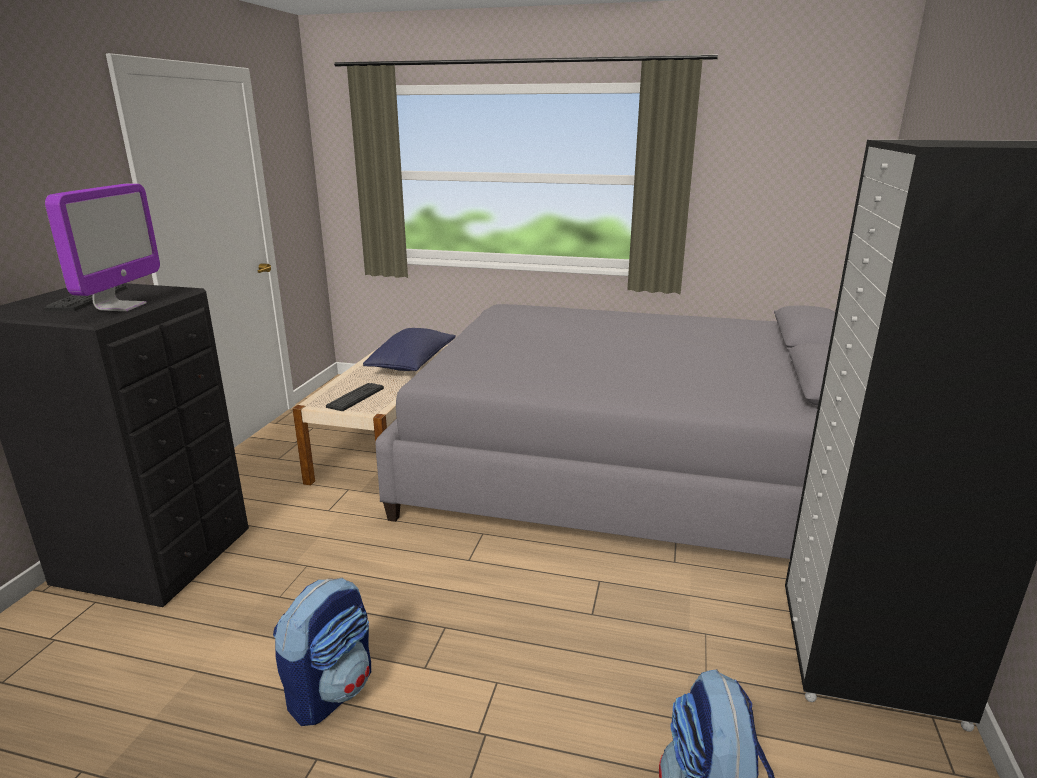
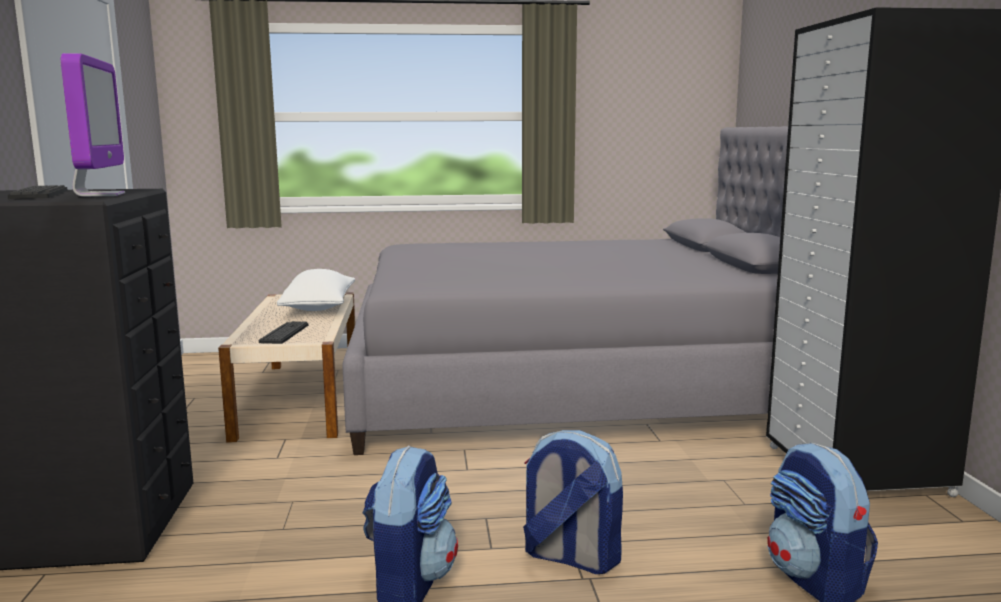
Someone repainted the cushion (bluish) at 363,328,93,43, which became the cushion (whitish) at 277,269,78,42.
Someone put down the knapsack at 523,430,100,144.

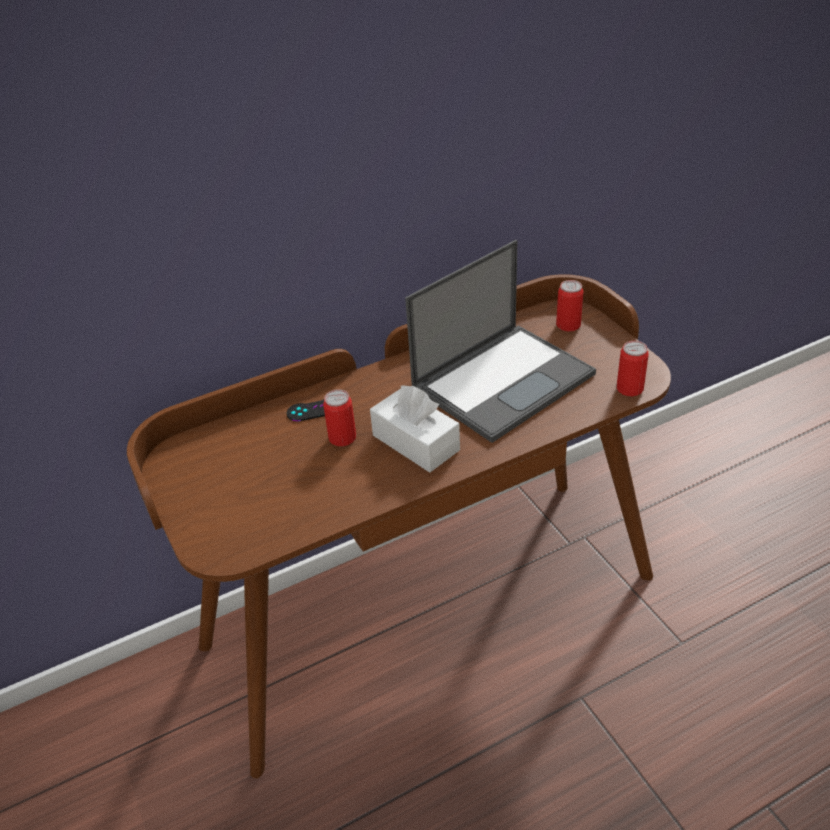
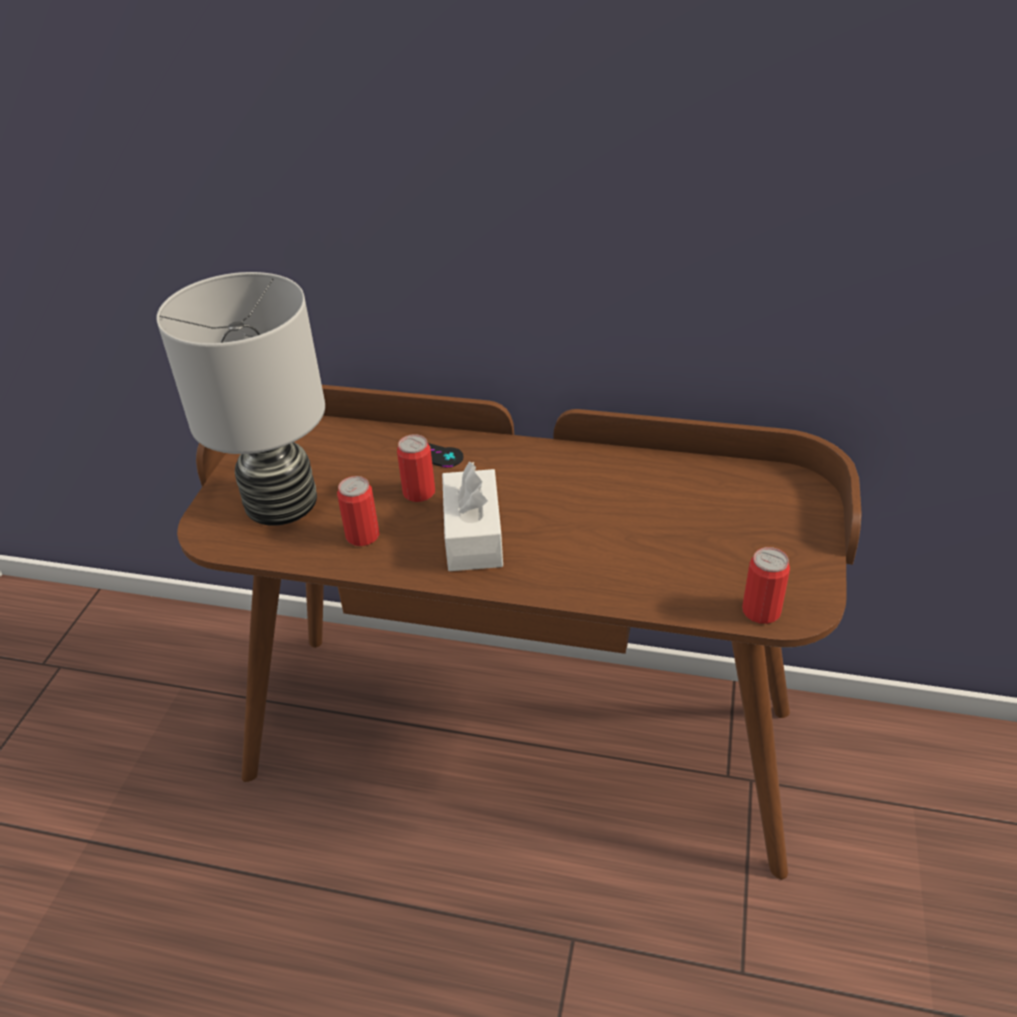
Someone took away the notebook computer at 405,240,191,203.
Someone carried the sealed can from 556,280,28,52 to 337,476,43,70.
Someone put down the table lamp (grey) at 156,272,169,254.

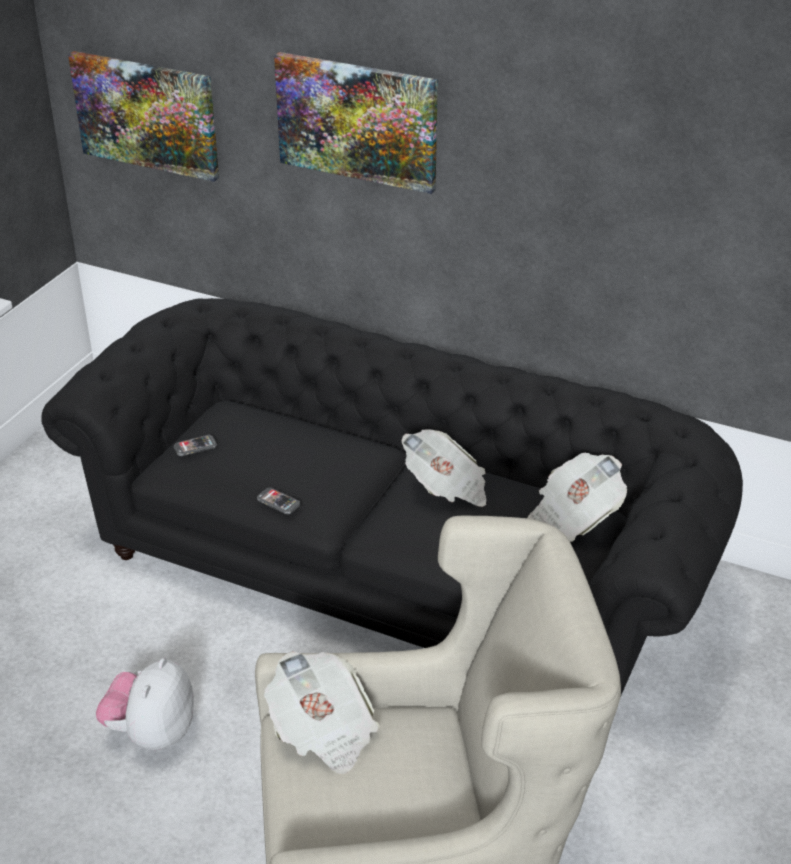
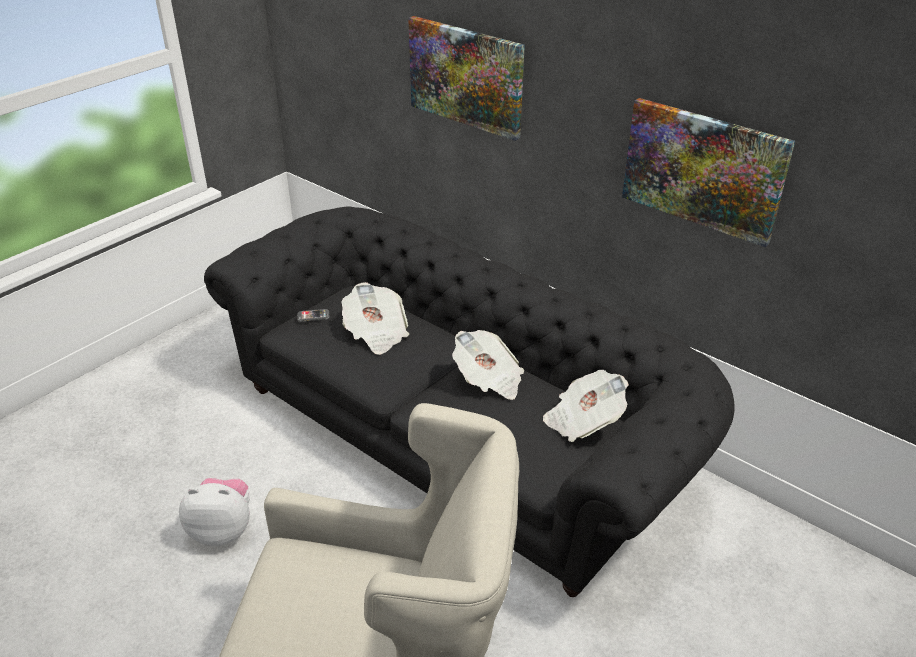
Someone carried the picture from 68,51,151,131 to 622,98,173,149.
Someone took away the handset at 257,488,43,26.
Someone carried the daily paper from 264,651,115,123 to 342,282,67,73.
Someone rotated the plush toy at 96,658,98,92 by 60 degrees clockwise.

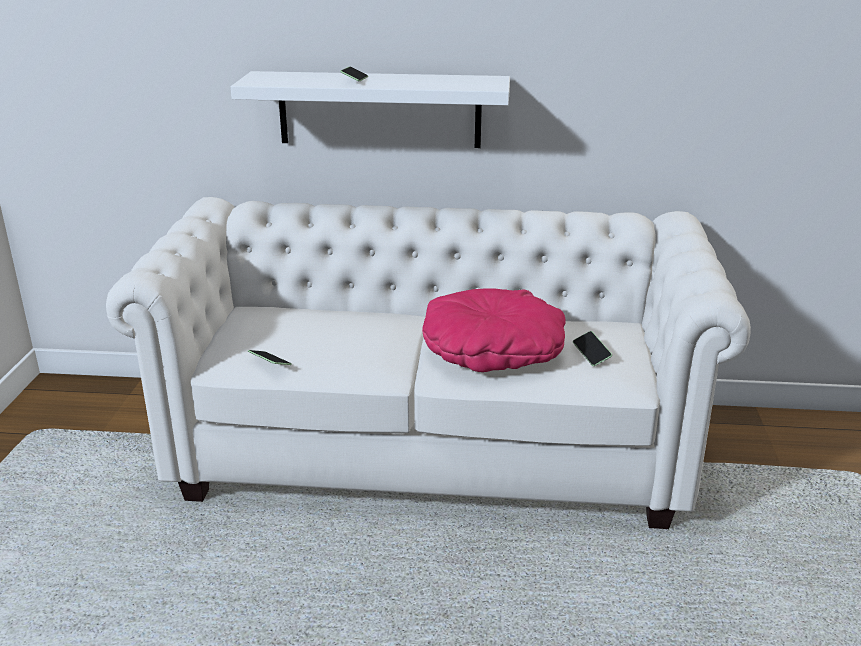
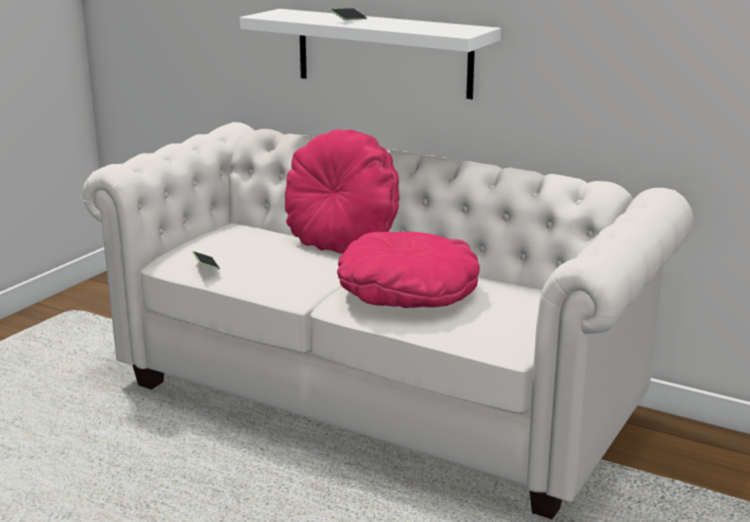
Someone took away the handset at 573,331,39,35.
Someone put down the cushion (pink) at 285,129,115,125.

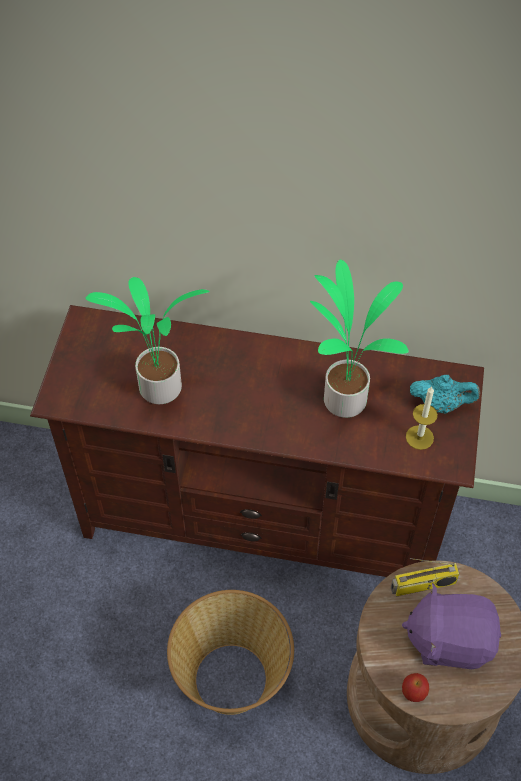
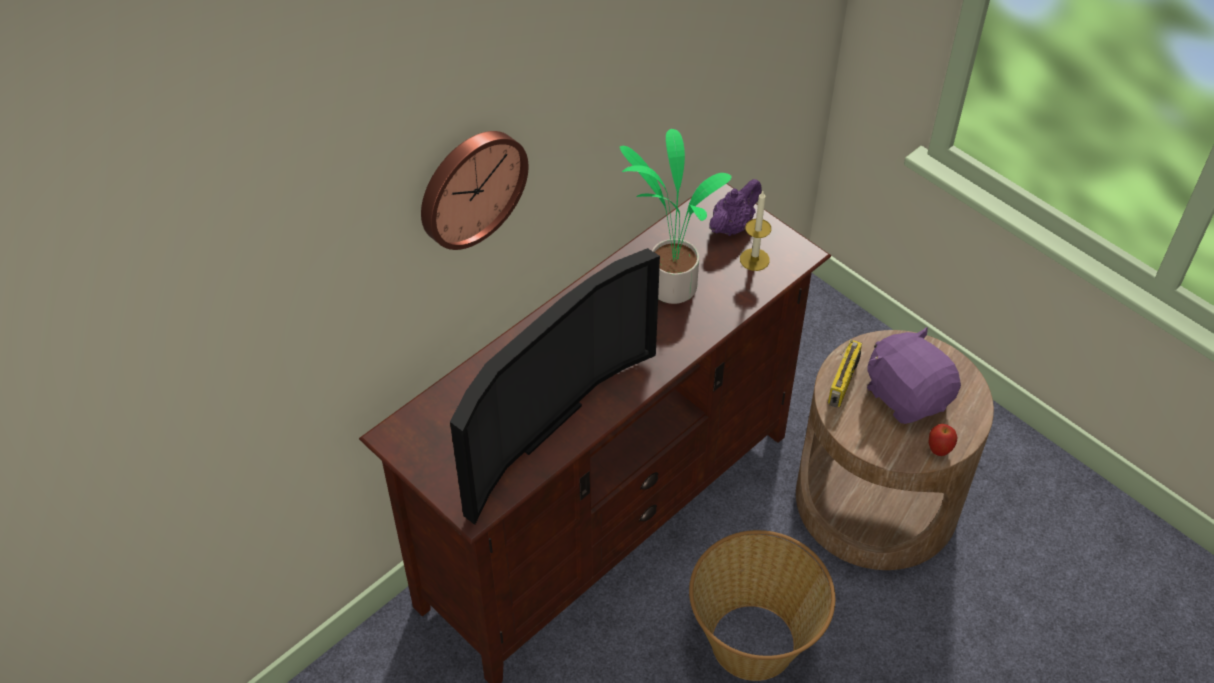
Someone swapped the potted plant at 85,277,125,127 for the TV set at 450,248,210,277.
Someone repainted the tea pot (turquoise-coloured) at 410,375,70,39, which became the tea pot (purple-coloured) at 709,179,53,57.
Someone rotated the plush toy (purple-coloured) at 402,583,99,86 by 105 degrees clockwise.
Someone put up the clock on the wall at 421,131,108,119.

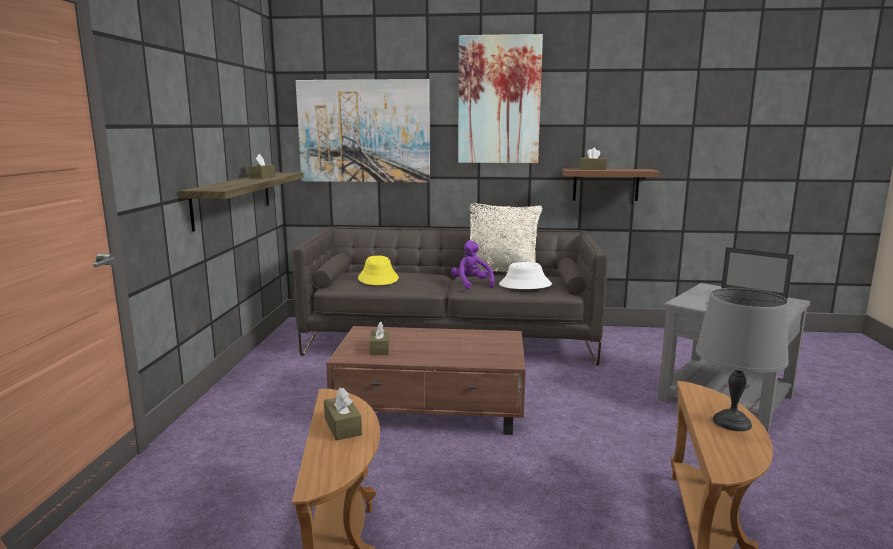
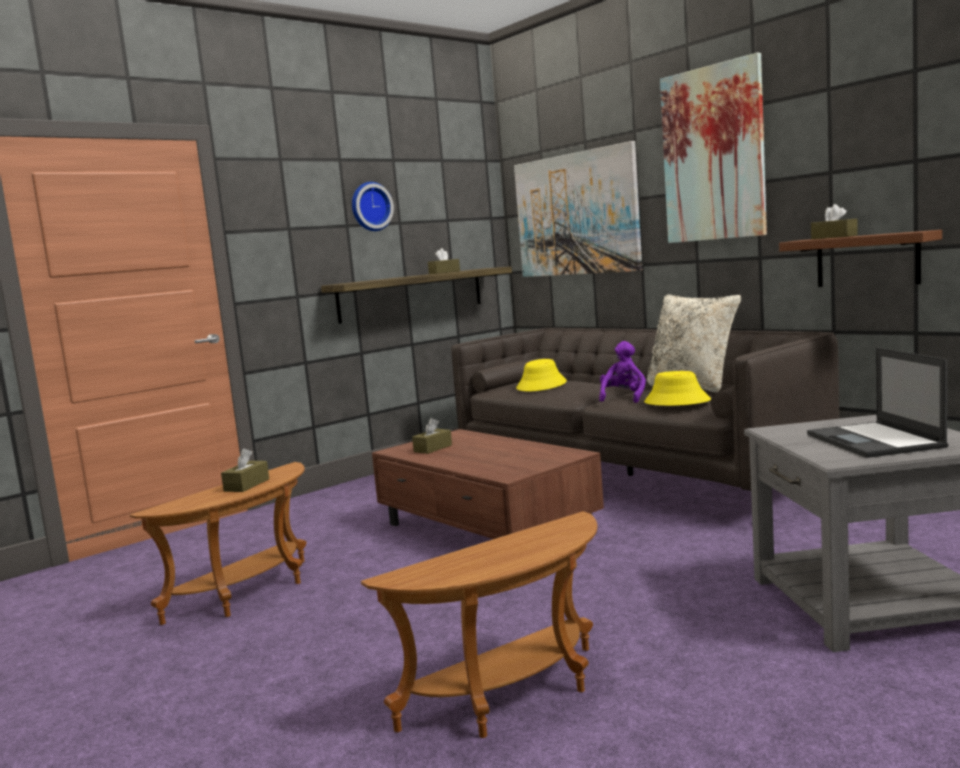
Someone repainted the wearable hat (whitish) at 499,262,53,27, which became the wearable hat (yellowish) at 644,371,67,35.
Someone took away the table lamp (grey) at 696,288,93,143.
Someone put up the clock on the wall at 352,182,42,49.

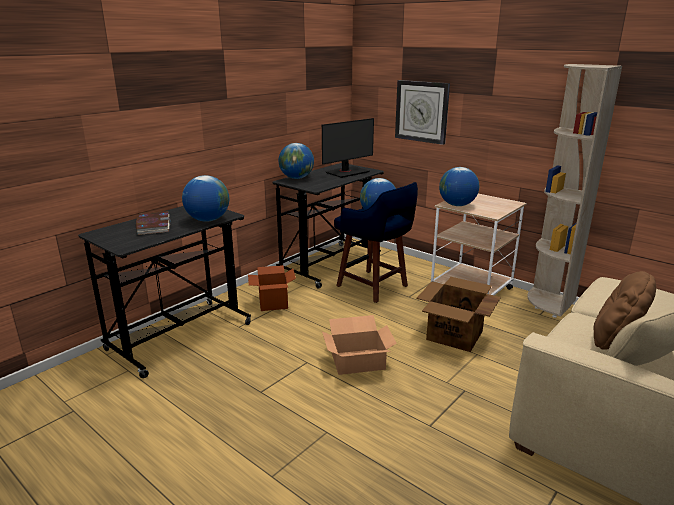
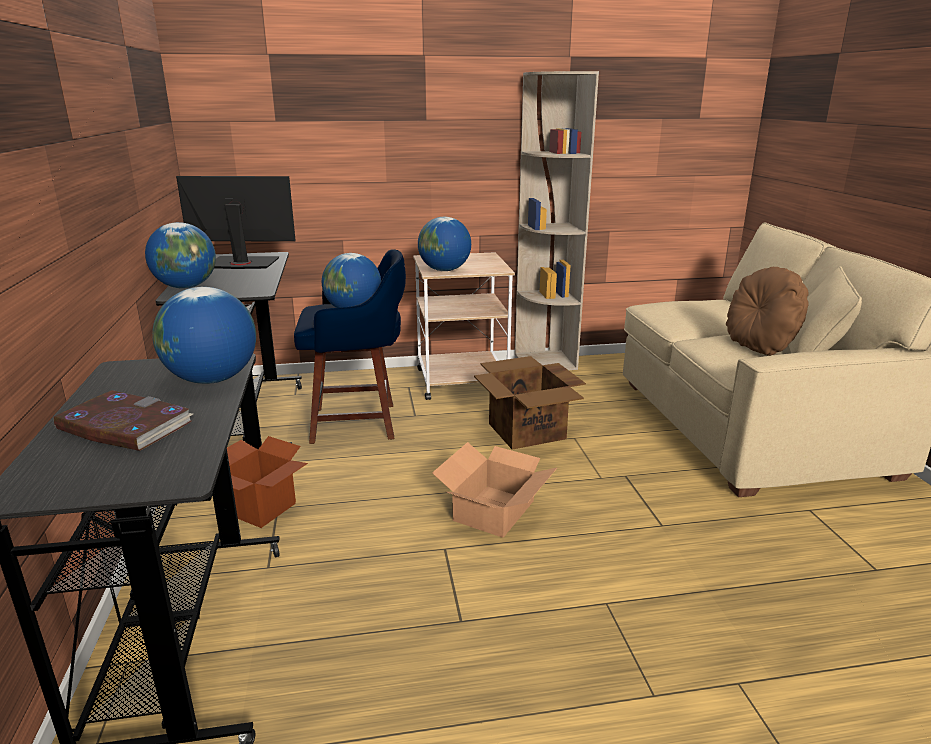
Someone took away the clock on the wall at 395,80,55,65.
Someone rotated the computer screen at 322,118,52,60 by 90 degrees counterclockwise.

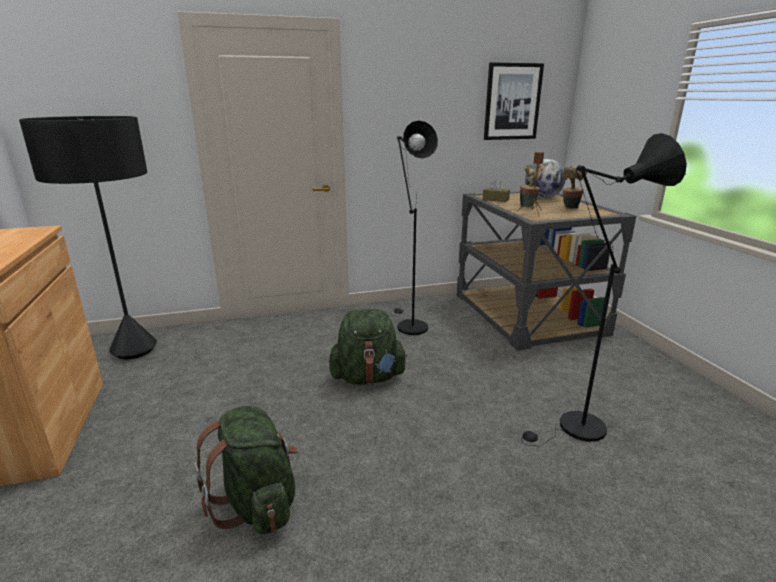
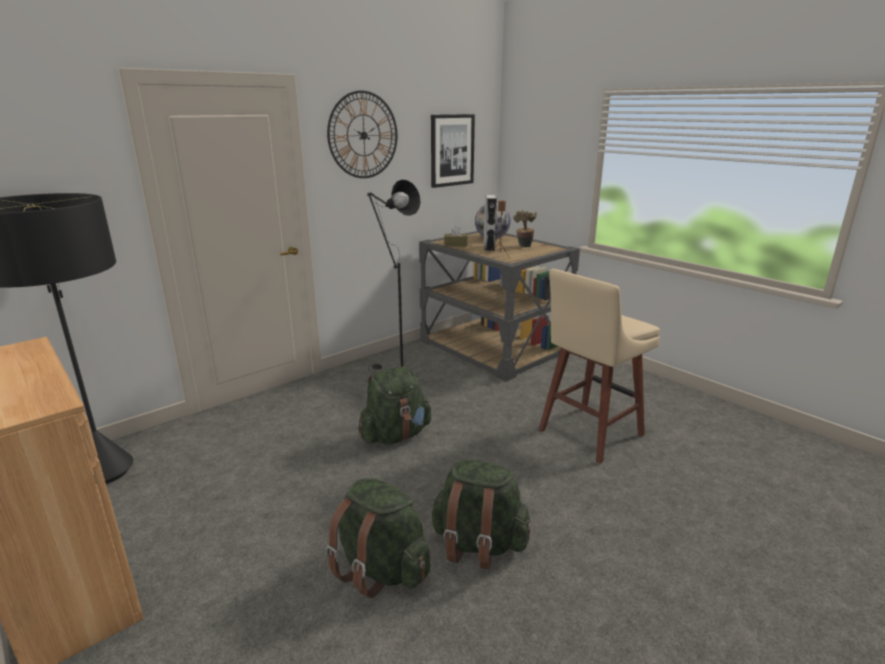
Someone swapped the standing lamp (black-coloured) at 521,133,166,314 for the sitting stool (beige) at 539,269,121,195.
Someone swapped the potted plant at 520,164,23,43 for the speaker (grey) at 484,195,13,56.
Someone put up the clock on the wall at 327,90,70,88.
Someone put down the knapsack (green-coloured) at 431,460,100,110.

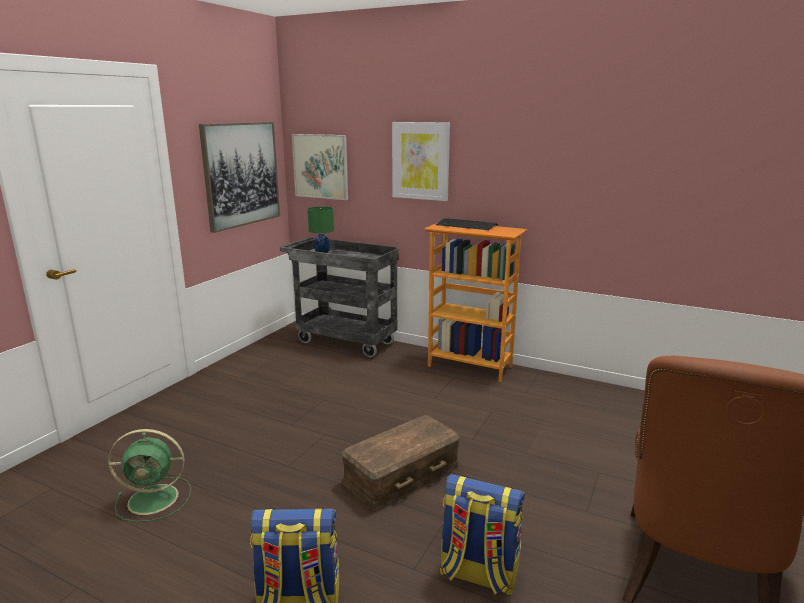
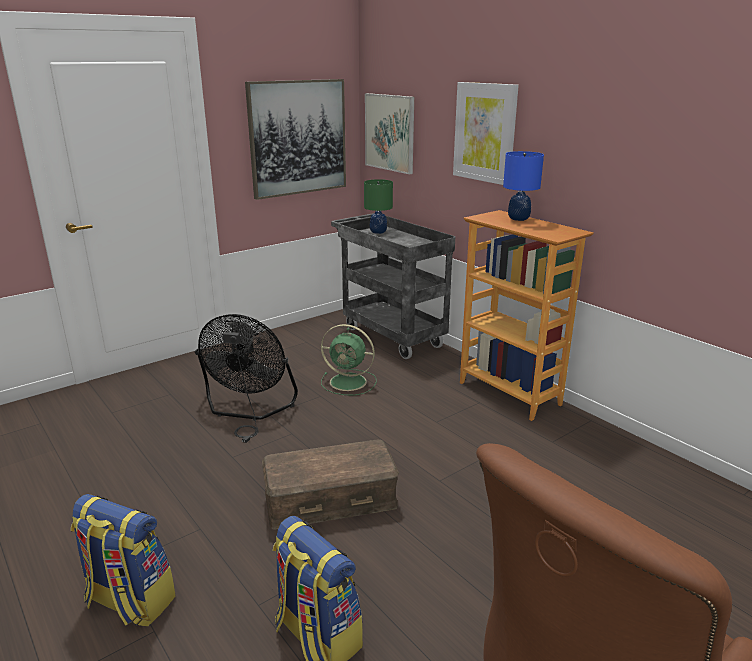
Someone swapped the computer keyboard at 436,218,62,12 for the table lamp (bluish) at 503,151,41,70.
Someone carried the electric fan (green-coloured) from 108,429,83,93 to 321,324,56,71.
Someone put down the electric fan (black-coloured) at 195,314,103,129.

